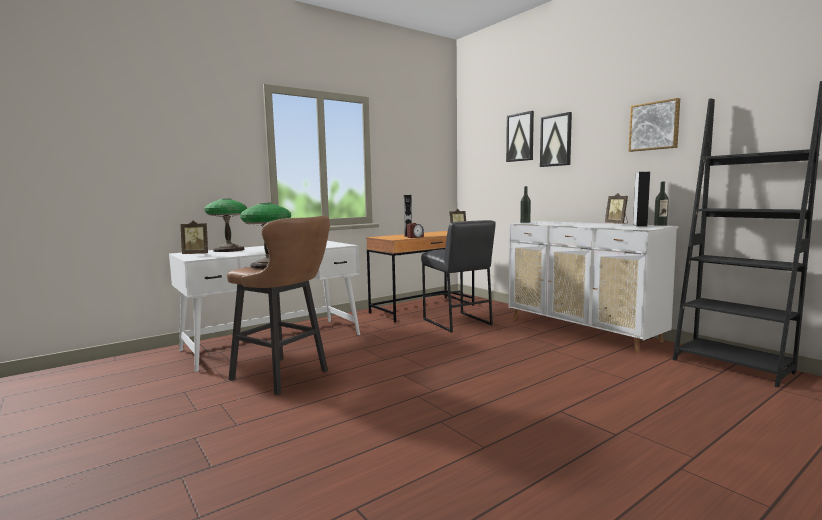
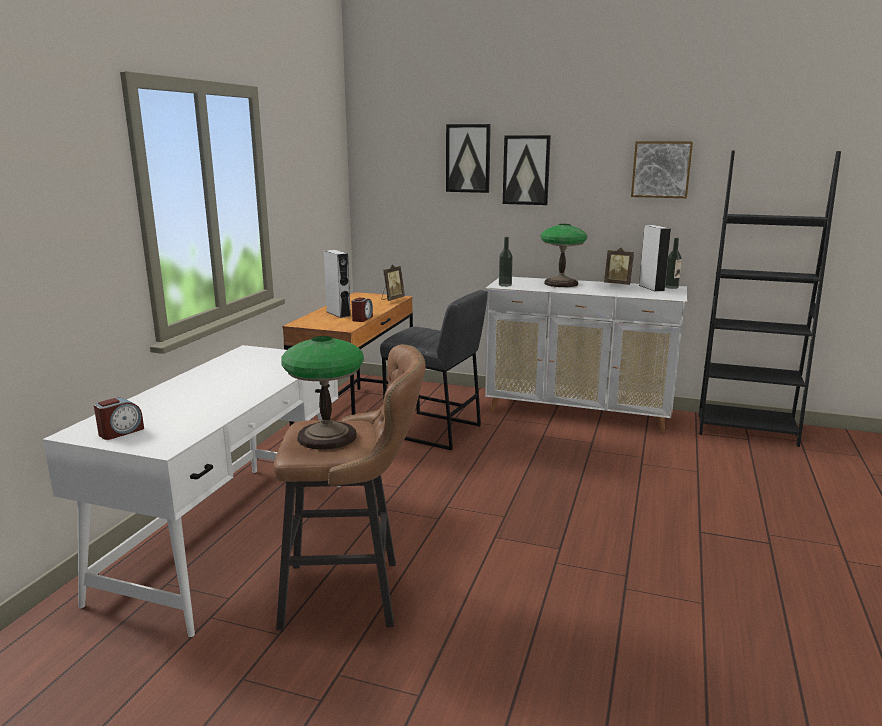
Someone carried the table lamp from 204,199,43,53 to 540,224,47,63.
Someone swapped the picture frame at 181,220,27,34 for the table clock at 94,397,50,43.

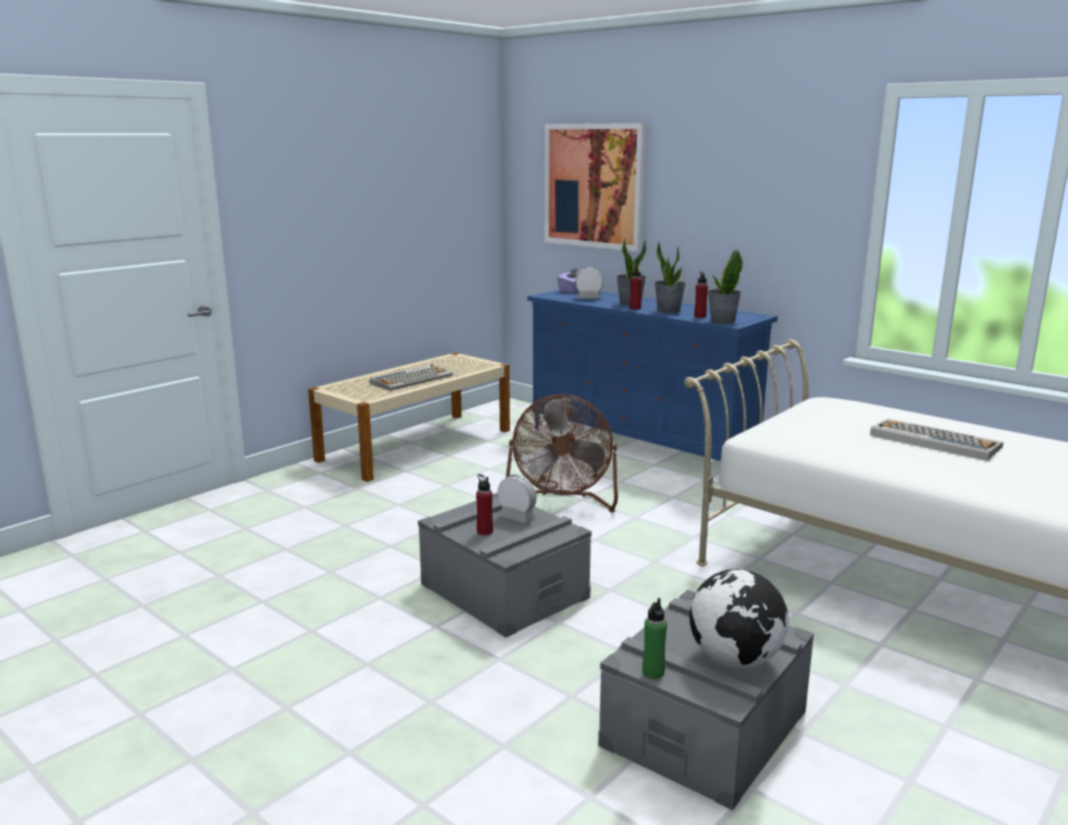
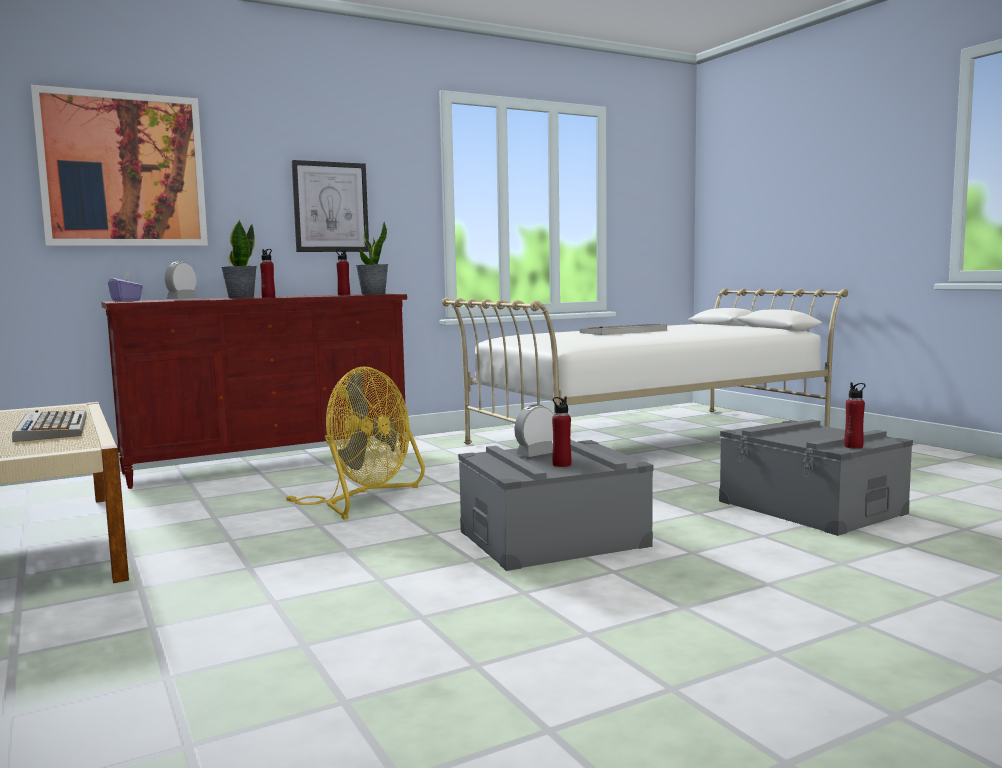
Someone took away the potted plant at 654,242,32,71.
Someone repainted the dresser (bluish) at 527,290,251,171, which became the dresser (reddish) at 101,294,306,195.
Someone repainted the electric fan (brown) at 506,394,112,119, which became the electric fan (yellowish) at 286,367,139,153.
Someone took away the globe at 689,569,100,99.
Someone repainted the drink bottle (green-coloured) at 642,598,25,81, which became the drink bottle (reddish) at 844,382,21,67.
Someone put up the picture at 292,160,77,92.

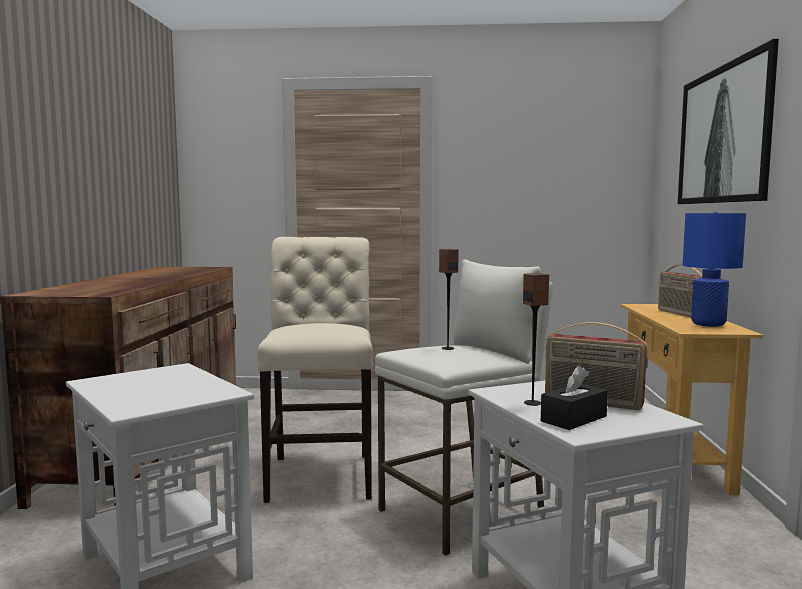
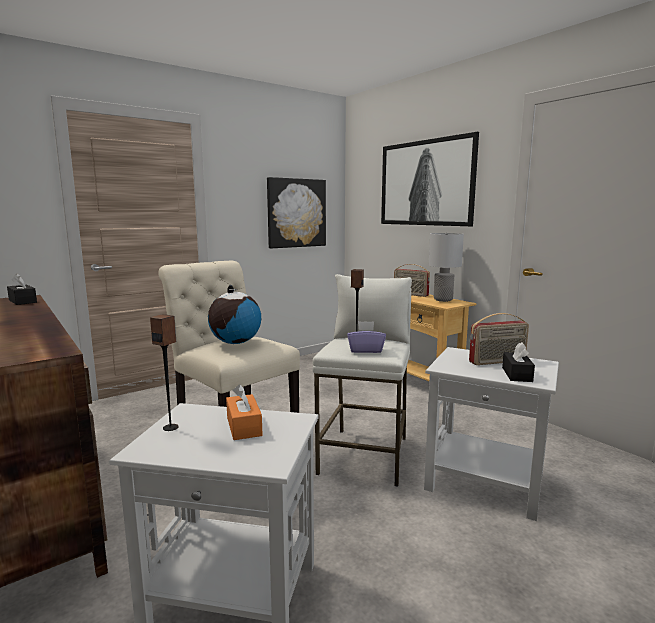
Someone repainted the table lamp (bluish) at 682,211,64,116, which became the table lamp (grey) at 429,233,35,69.
Someone carried the speaker from 523,273,26,133 to 150,314,29,117.
Someone put up the picture at 267,177,59,71.
Someone put down the box of tissues (black-coloured) at 7,274,30,31.
Someone put down the globe at 208,285,53,59.
Someone put down the box of tissues (purple-coloured) at 347,321,39,32.
Someone put down the box of tissues (orangey) at 226,384,36,56.

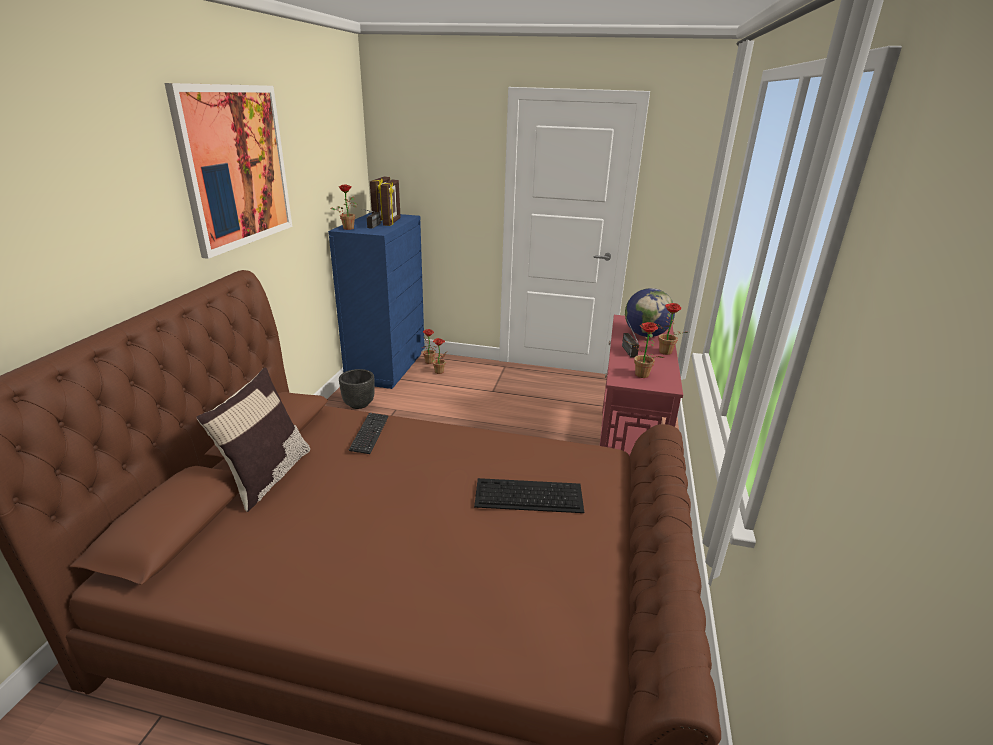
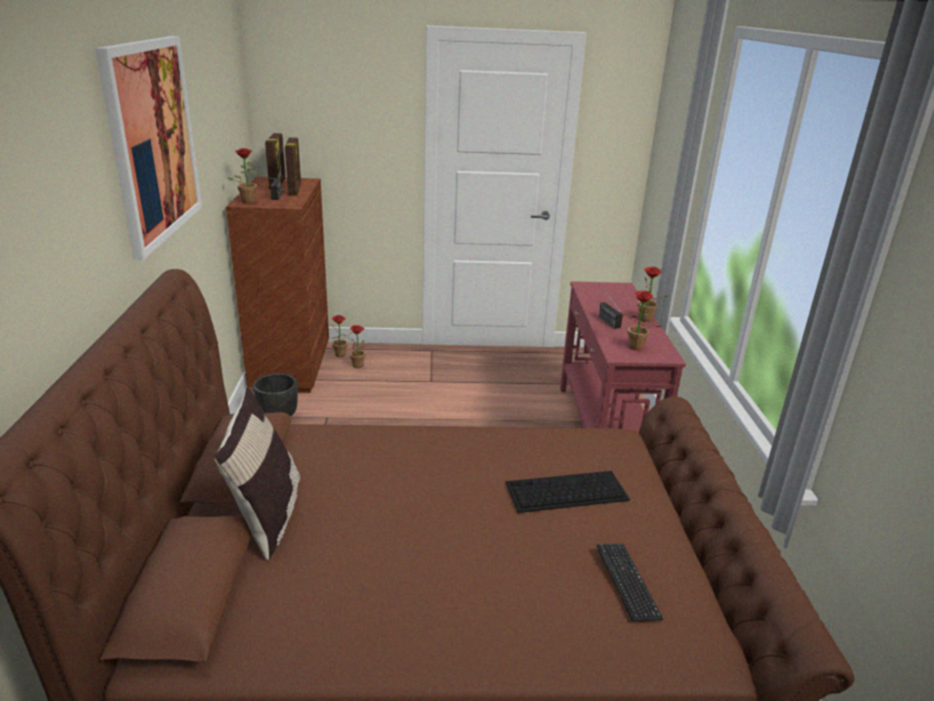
Someone repainted the dresser (bluish) at 328,212,97,177, which became the dresser (brown) at 226,177,103,216.
Someone took away the globe at 625,288,50,49.
Someone carried the computer keyboard from 349,413,39,41 to 597,544,66,77.

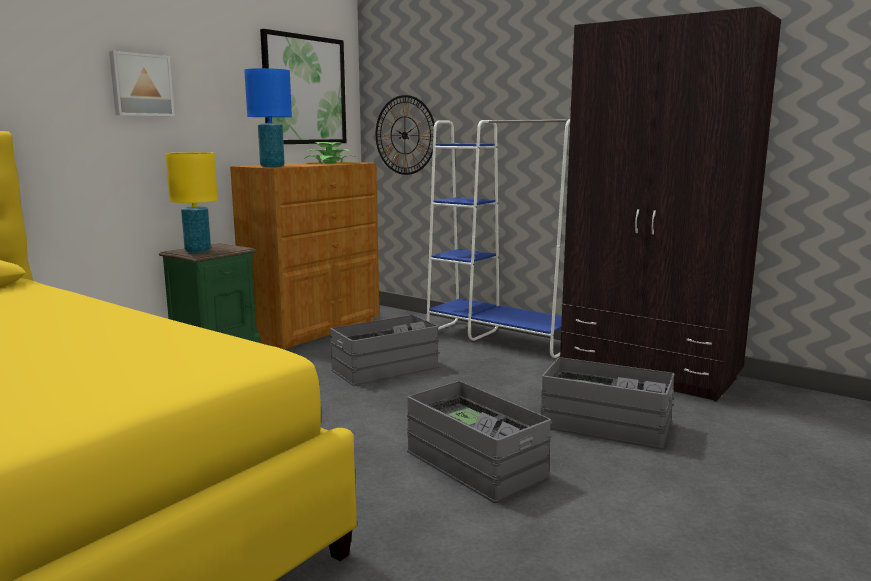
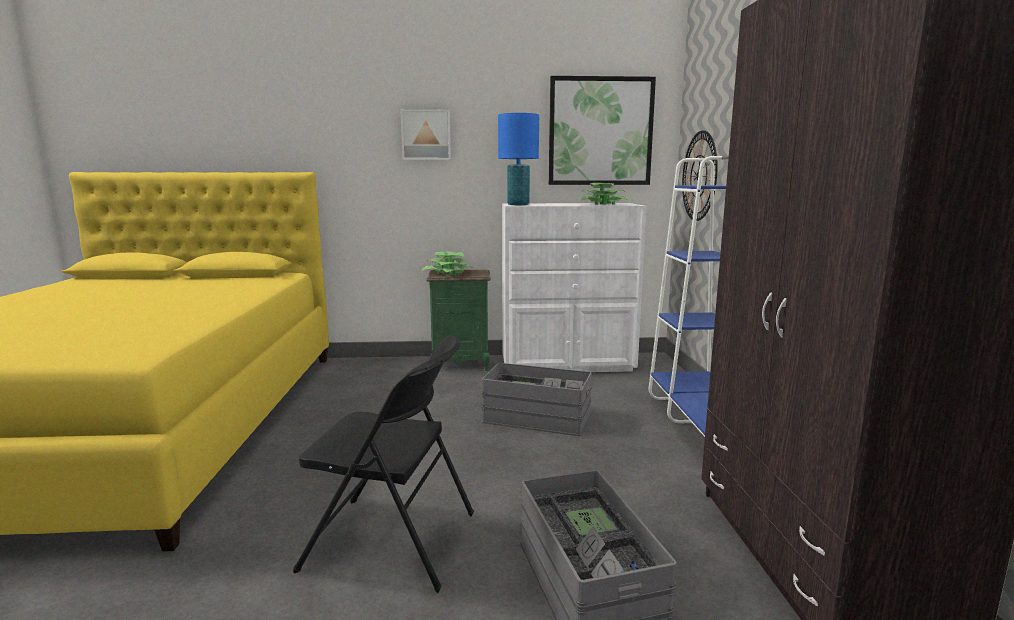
Someone swapped the table lamp (yellowish) at 165,152,53,101 for the potted plant at 421,251,53,25.
Someone repainted the dresser (brown) at 230,162,149,187, which became the dresser (whitish) at 502,203,145,169.
Someone swapped the storage container (grey) at 407,381,144,122 for the chair (black-coloured) at 293,335,181,258.

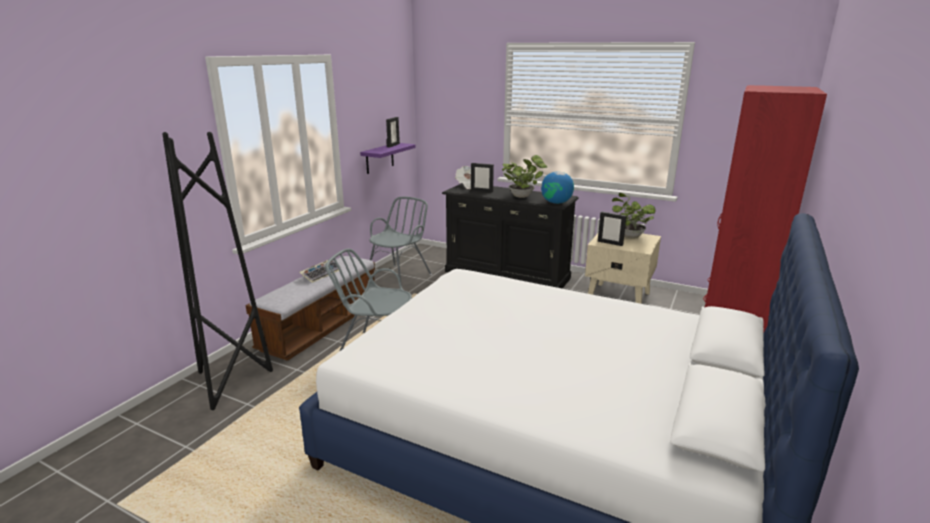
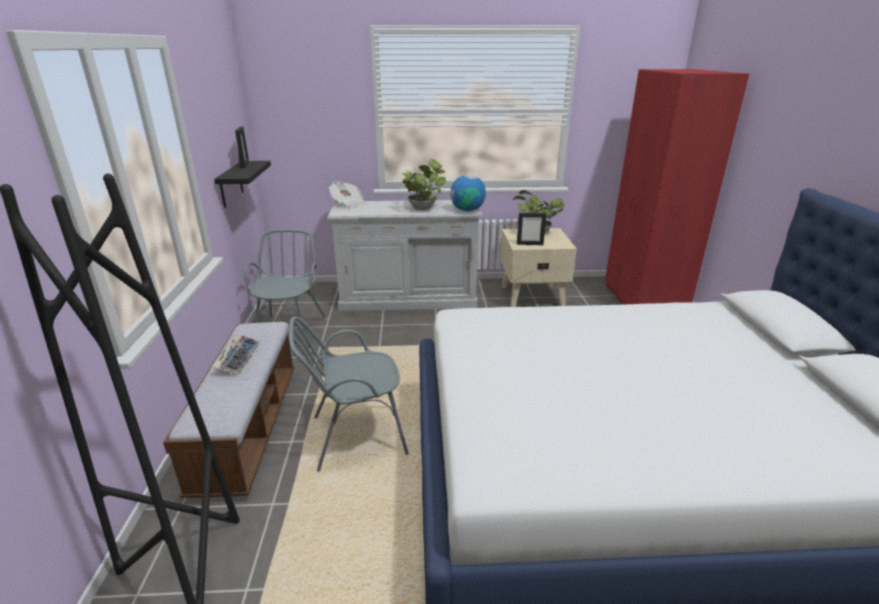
Someone repainted the wall shelf (purple-coloured) at 360,143,56,31, which became the wall shelf (black-coloured) at 214,161,57,47.
Someone took away the picture frame at 471,163,23,29.
Someone repainted the dresser (black-coloured) at 442,183,137,105, which became the dresser (whitish) at 327,200,156,111.

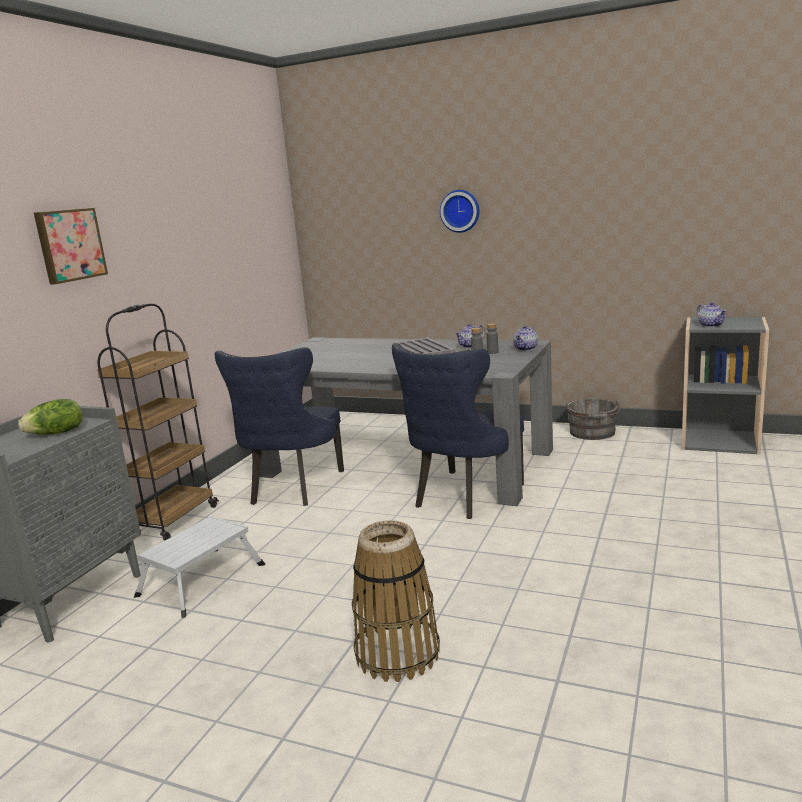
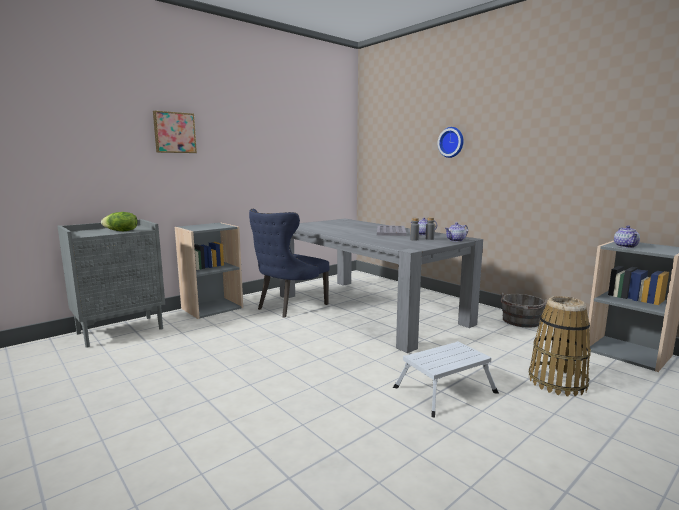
Someone swapped the cart (brown) at 97,303,122,238 for the bookshelf (grey) at 175,223,68,96.
Someone took away the chair (bluish) at 392,343,132,176.
Someone carried the stepladder (whitish) from 134,516,131,102 to 393,341,106,76.
Someone carried the storage basket from 352,520,88,162 to 529,296,62,100.

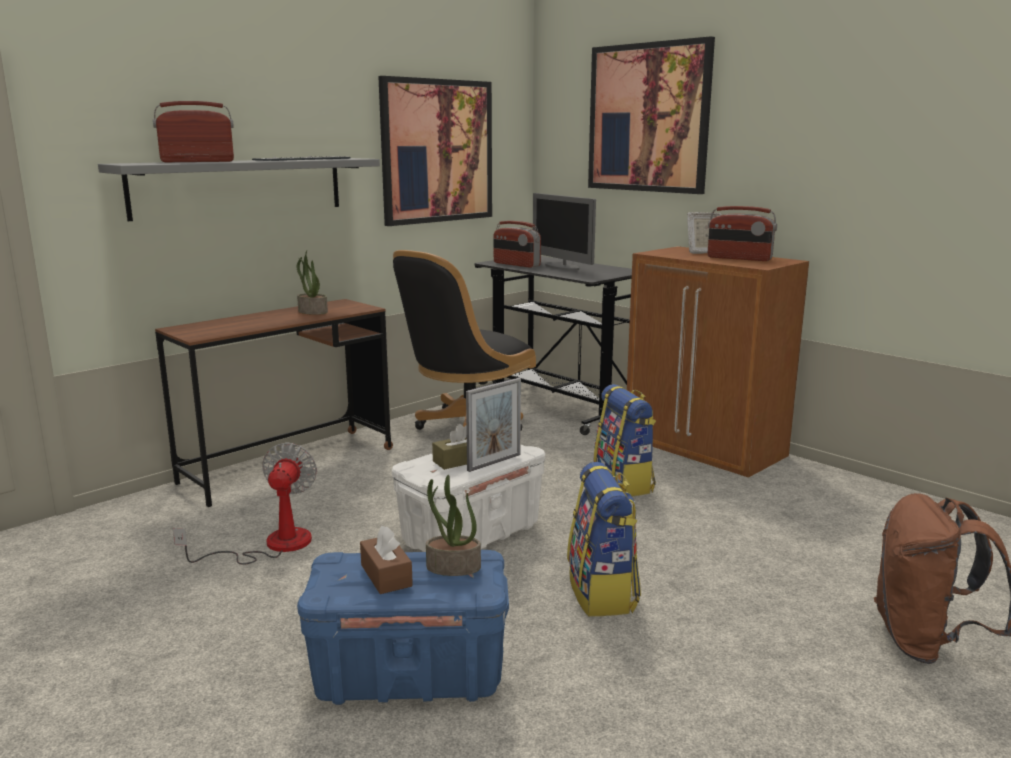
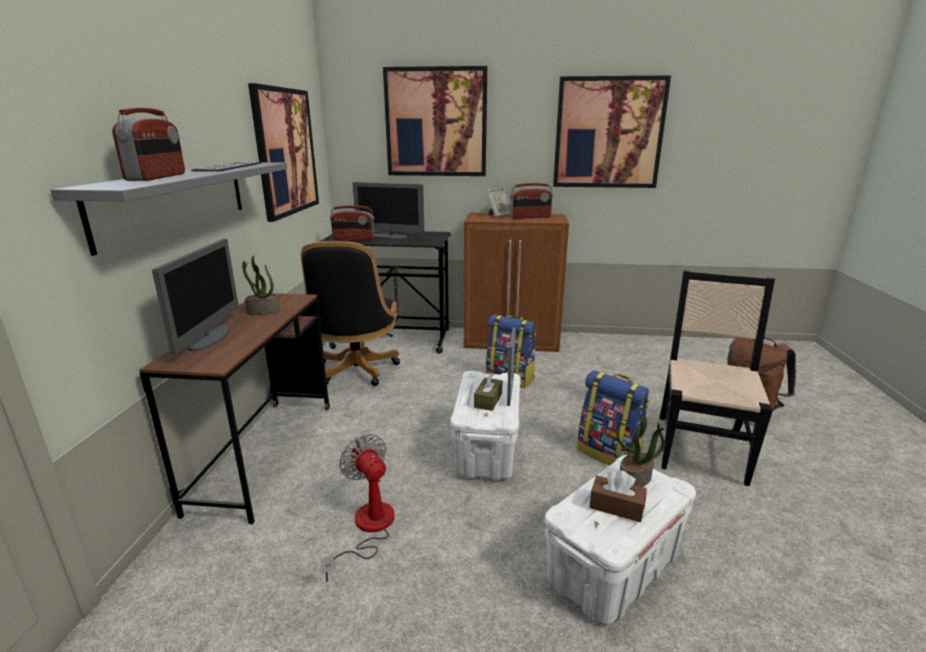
Someone rotated the radio set at 153,101,81,61 by 150 degrees clockwise.
Someone repainted the storage container (bluish) at 297,550,212,155, which became the storage container (whitish) at 545,455,151,169.
Someone put up the picture at 553,75,118,113.
Someone put down the computer screen at 152,239,87,115.
Someone put down the chair at 660,270,115,216.

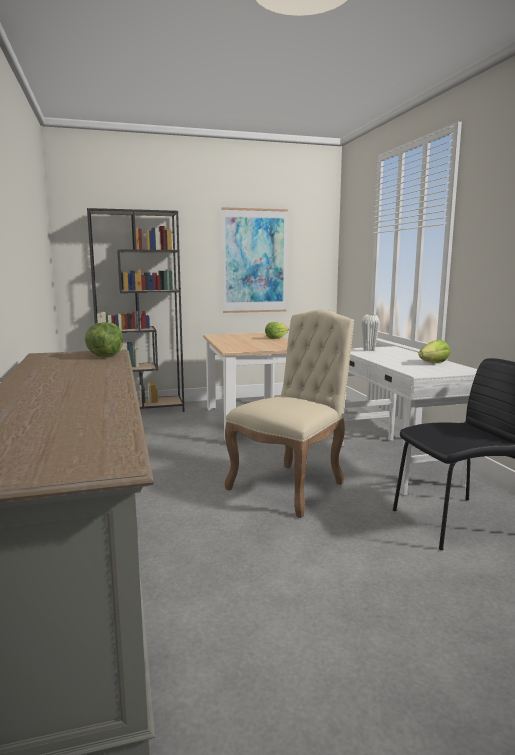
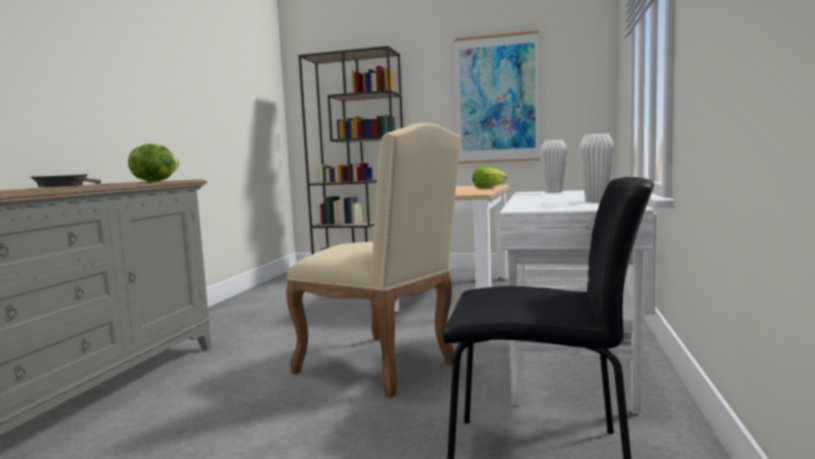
Someone rotated the chair (beige) at 225,310,129,208 by 60 degrees clockwise.
Someone swapped the lettuce at 418,340,33,23 for the flower vase (whitish) at 579,133,36,69.
Someone put down the skillet (brown) at 30,174,71,13.

